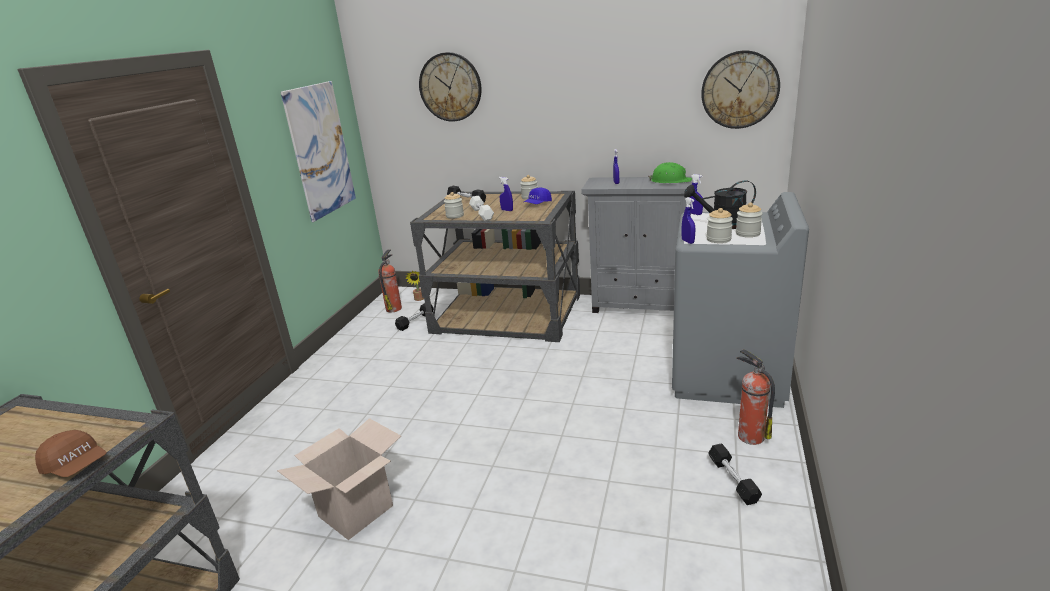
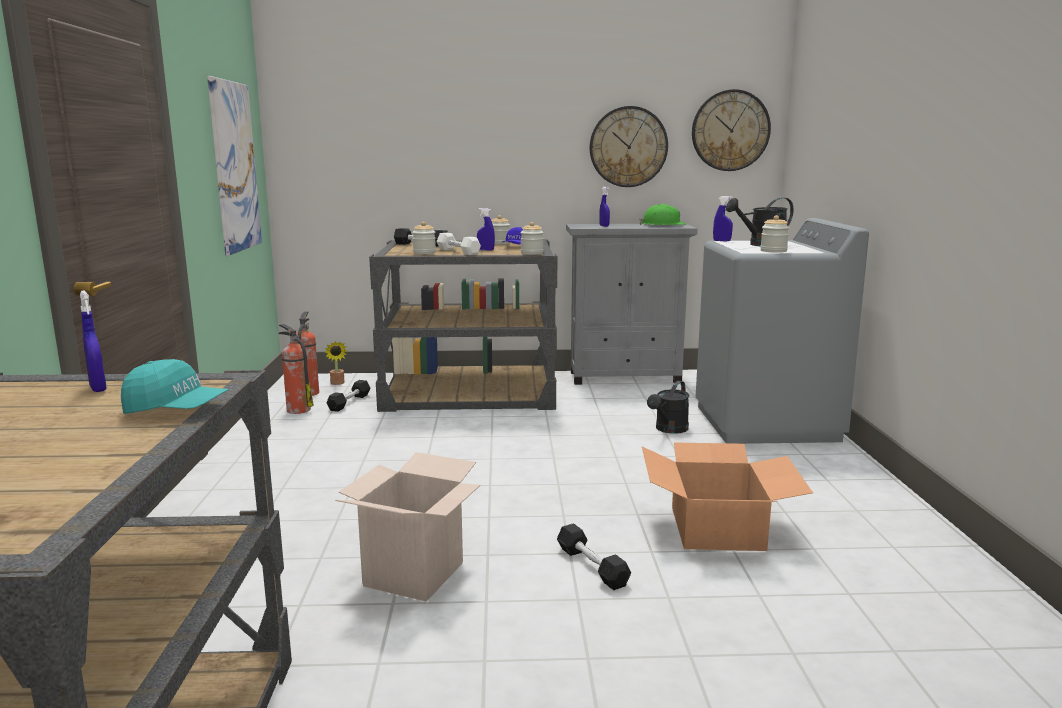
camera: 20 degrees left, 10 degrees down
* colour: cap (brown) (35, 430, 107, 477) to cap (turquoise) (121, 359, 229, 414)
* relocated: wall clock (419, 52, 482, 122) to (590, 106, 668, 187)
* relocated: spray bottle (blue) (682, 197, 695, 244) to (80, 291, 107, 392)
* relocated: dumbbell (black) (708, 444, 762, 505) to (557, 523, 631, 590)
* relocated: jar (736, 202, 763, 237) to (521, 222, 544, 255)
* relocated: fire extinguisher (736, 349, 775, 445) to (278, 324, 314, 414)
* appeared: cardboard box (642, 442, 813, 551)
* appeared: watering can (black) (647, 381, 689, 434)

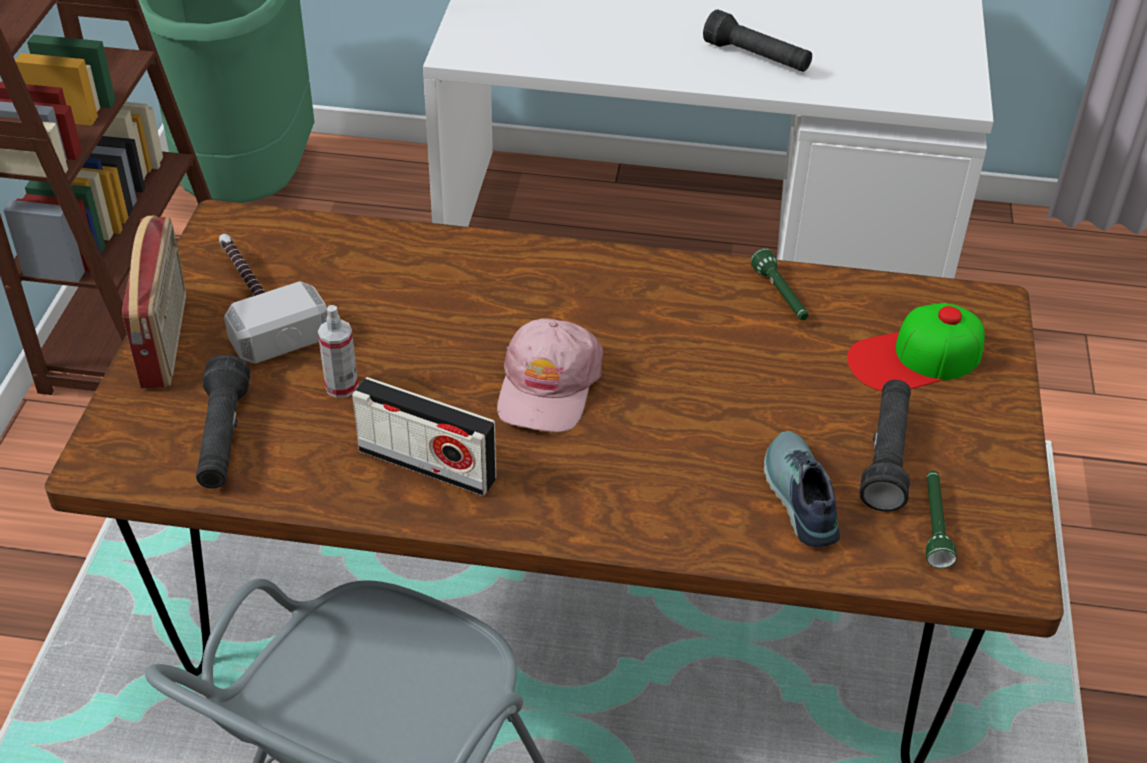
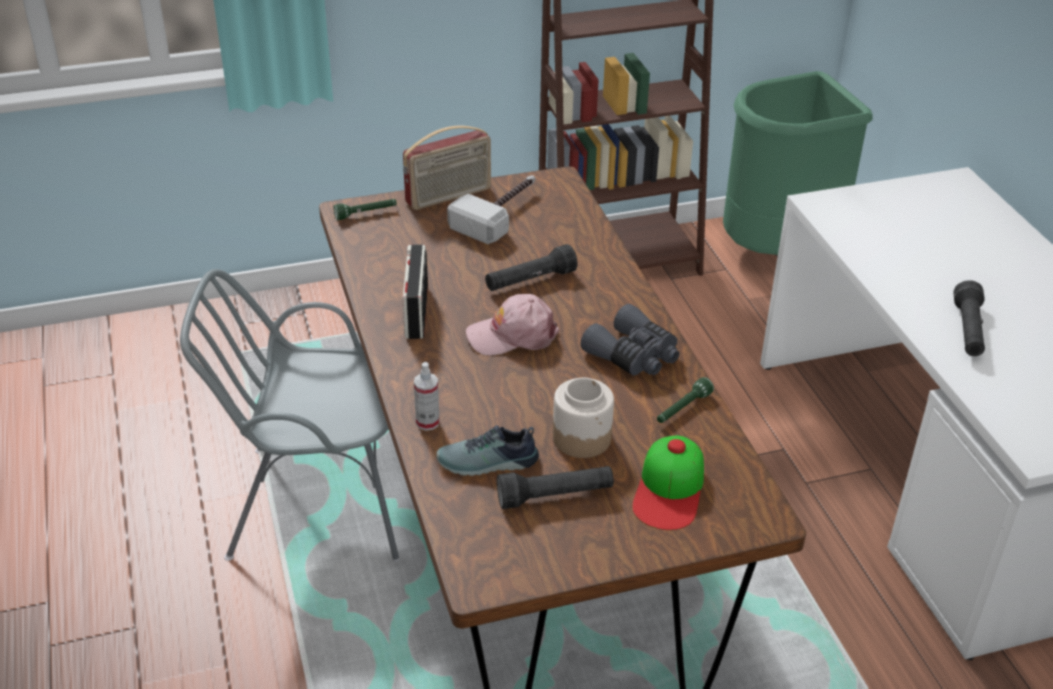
camera: 65 degrees right, 5 degrees down
* relocated: flashlight (black) (196, 355, 250, 488) to (485, 244, 578, 291)
* relocated: spray bottle (318, 305, 358, 398) to (414, 362, 440, 431)
* spun: shoe (764, 431, 840, 547) = (436, 425, 539, 476) 150 degrees counterclockwise
* spun: cap (847, 303, 985, 391) = (632, 436, 704, 530) 120 degrees counterclockwise
* relocated: flashlight (green) (926, 471, 957, 569) to (333, 199, 397, 220)
* appeared: jar (553, 378, 614, 458)
* appeared: binoculars (grey) (580, 304, 680, 376)

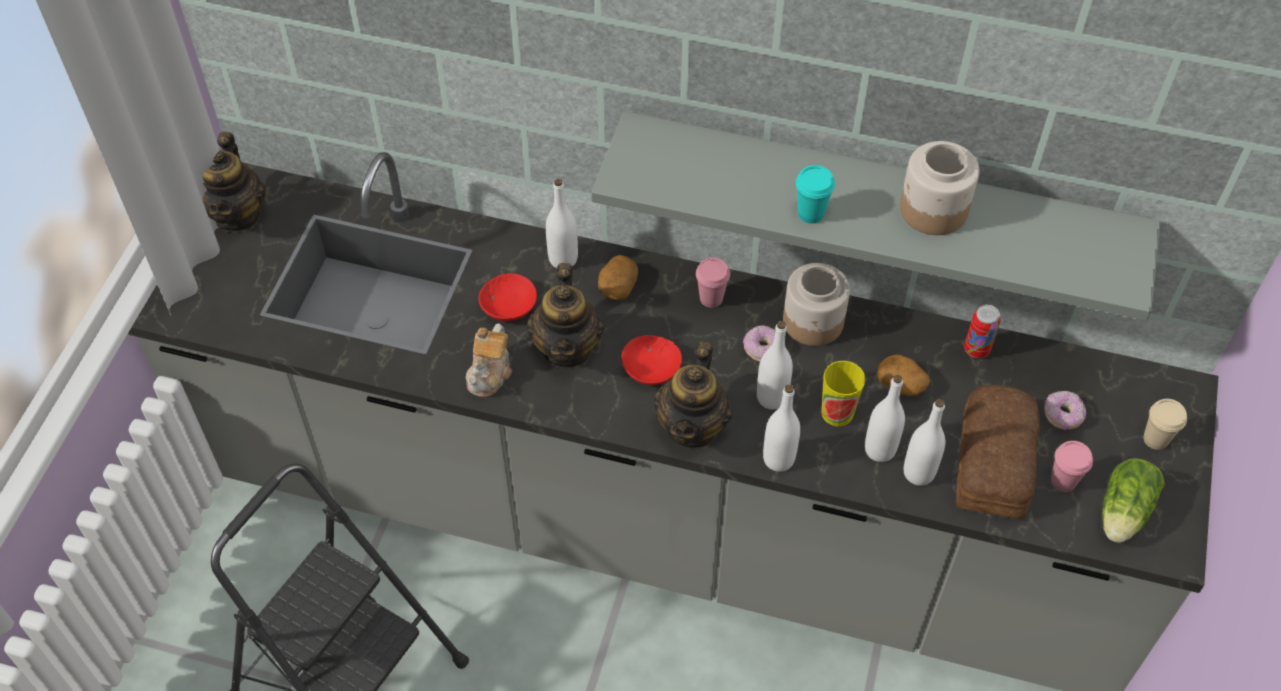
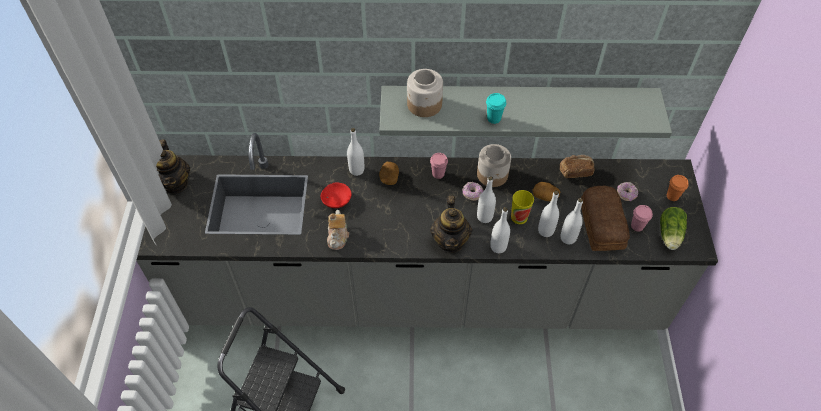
camera: 15 degrees left, 0 degrees up
* missing: teapot (527, 263, 604, 369)
* missing: bowl (red) (622, 335, 682, 385)
* relocated: jar (900, 141, 980, 235) to (407, 69, 443, 117)
* exchanged: can (964, 304, 1001, 358) to bread (560, 155, 595, 178)
* colour: cup (beige) (1143, 399, 1187, 450) to cup (orange) (667, 175, 689, 201)

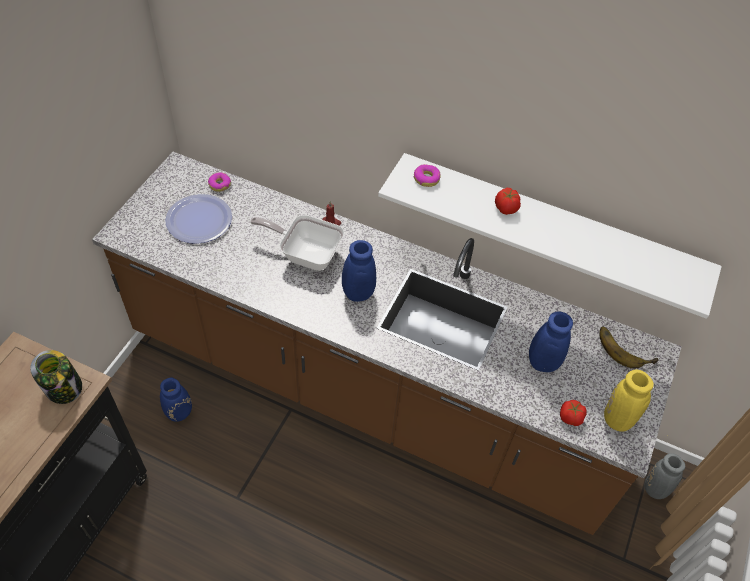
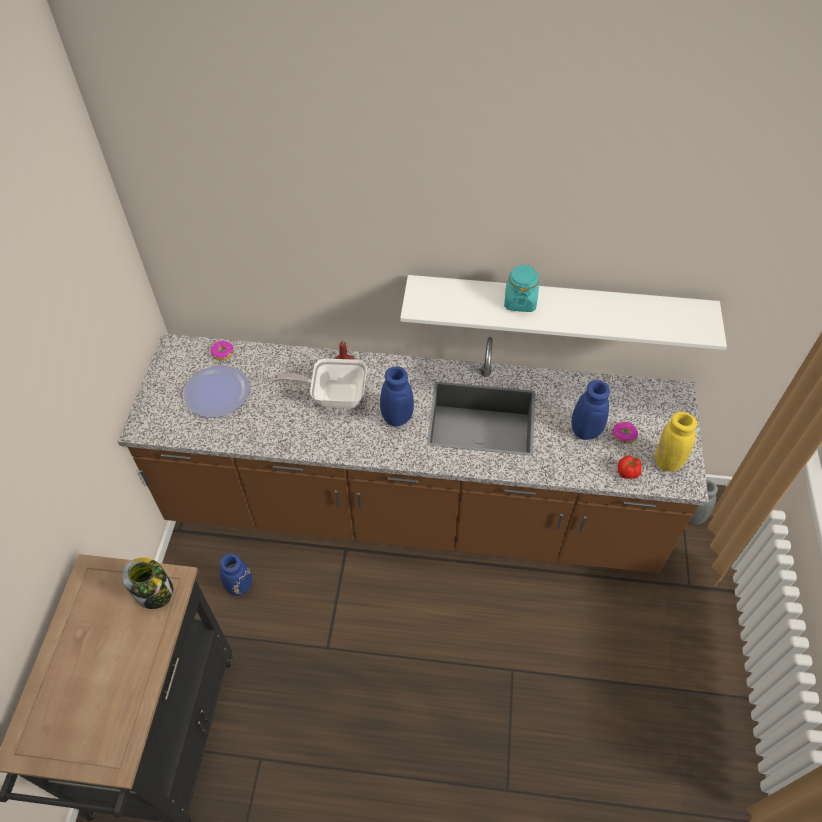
camera: 15 degrees left, 0 degrees up
* relocated: donut (414, 164, 441, 187) to (612, 422, 638, 444)
* exchanged: tomato (495, 188, 521, 215) to jar (turquoise) (504, 264, 539, 312)
* missing: banana (599, 326, 658, 369)

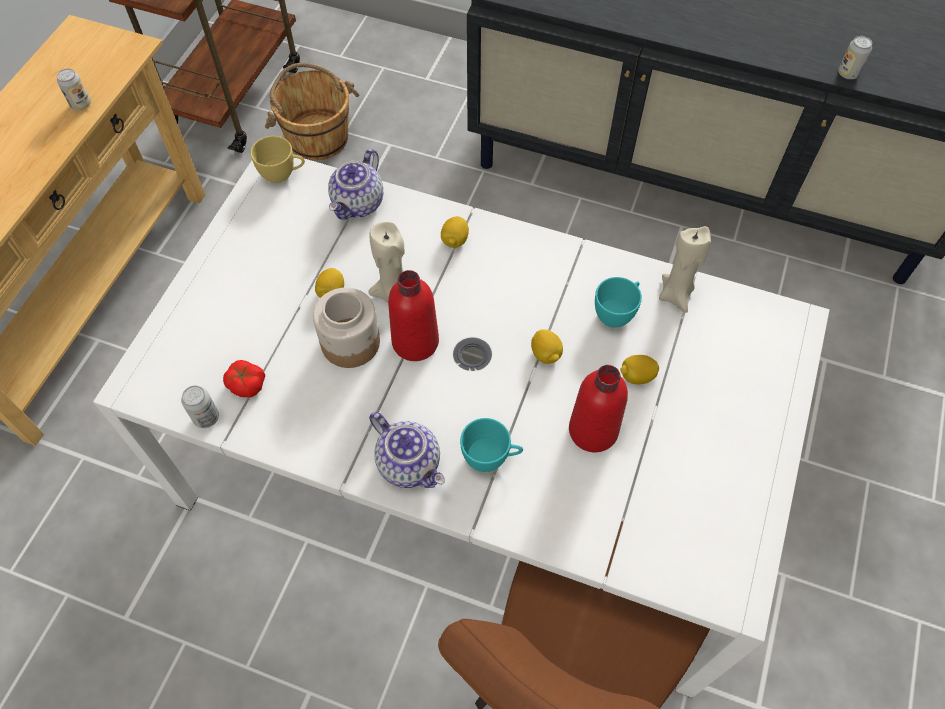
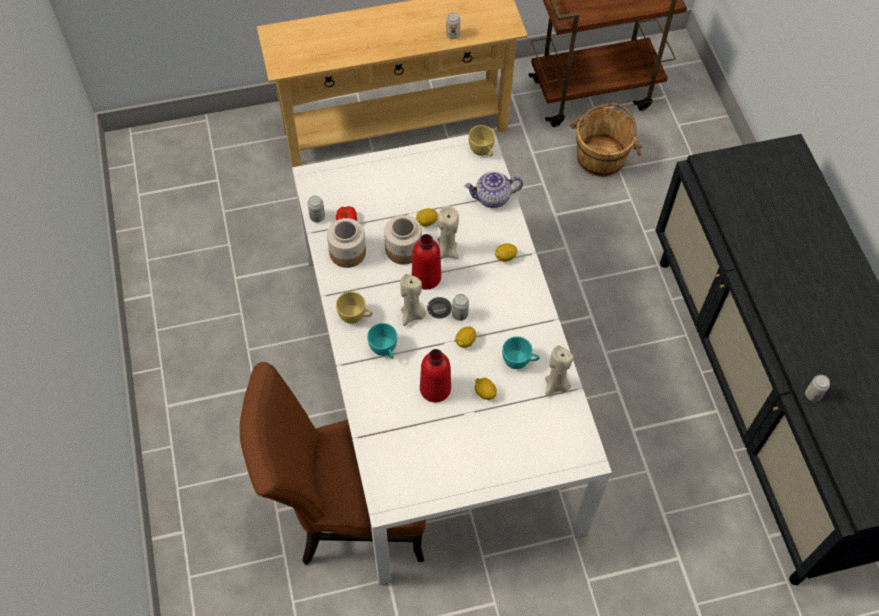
camera: 55 degrees right, 0 degrees up
* exchanged: teapot (369, 412, 445, 488) to cup (yellow) (336, 291, 373, 324)
* appeared: jar (327, 218, 366, 268)
* appeared: candle (beige) (400, 274, 426, 326)
* appeared: can (452, 294, 469, 321)

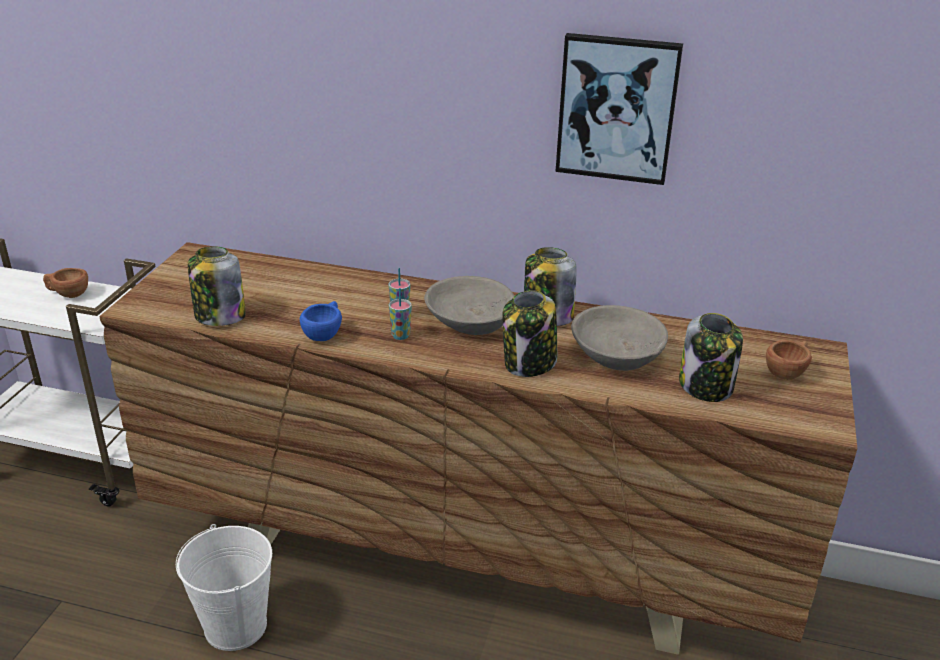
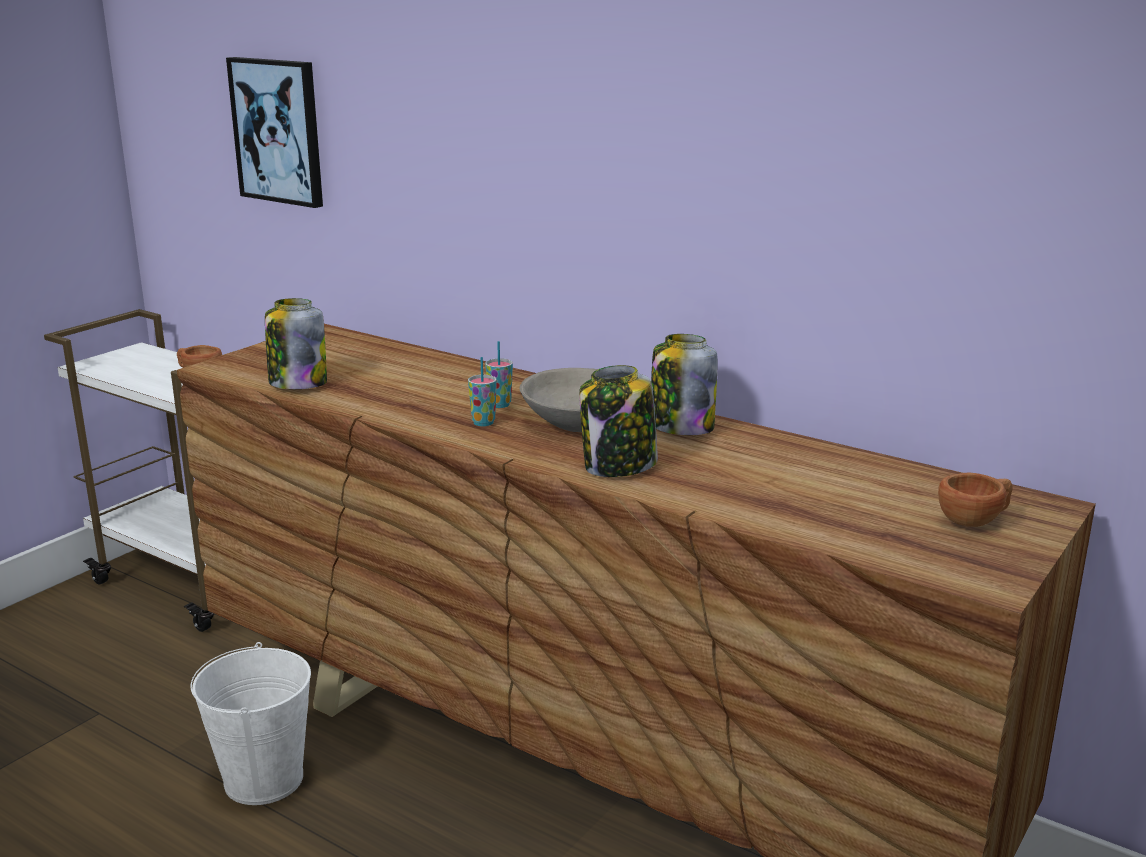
camera: 20 degrees right, 10 degrees down
* missing: cup (blue) (300, 301, 342, 341)
* relocated: picture (556, 33, 683, 185) to (226, 57, 323, 208)
* missing: bowl (grey) (571, 305, 668, 371)
* missing: jar (679, 313, 743, 402)

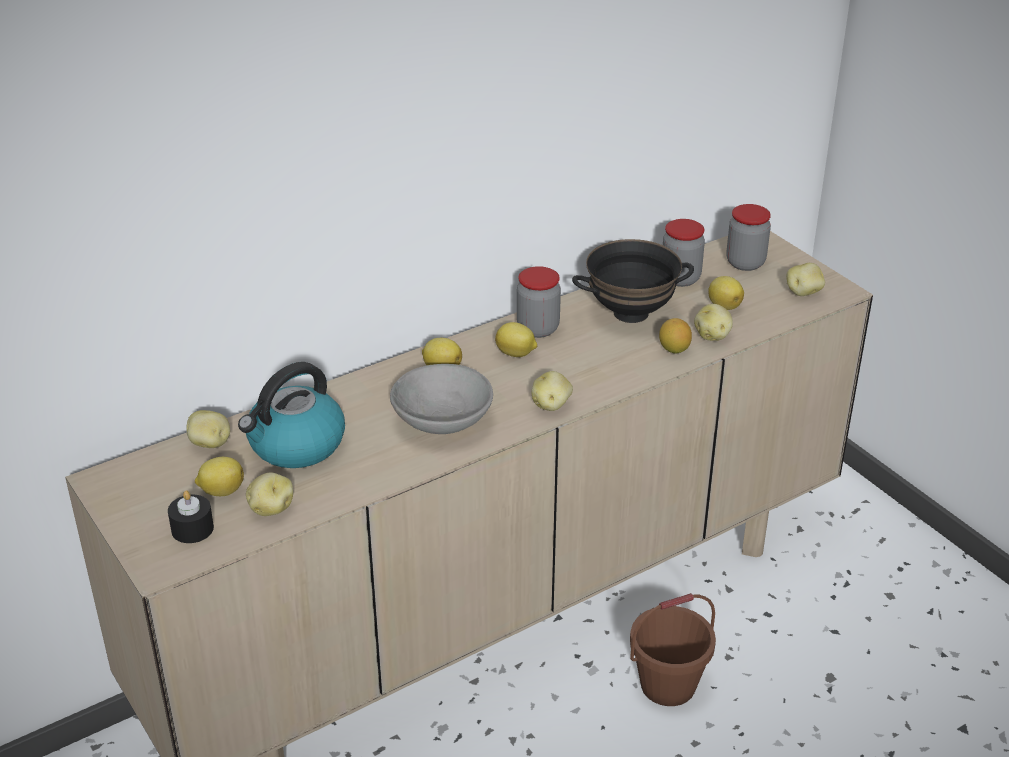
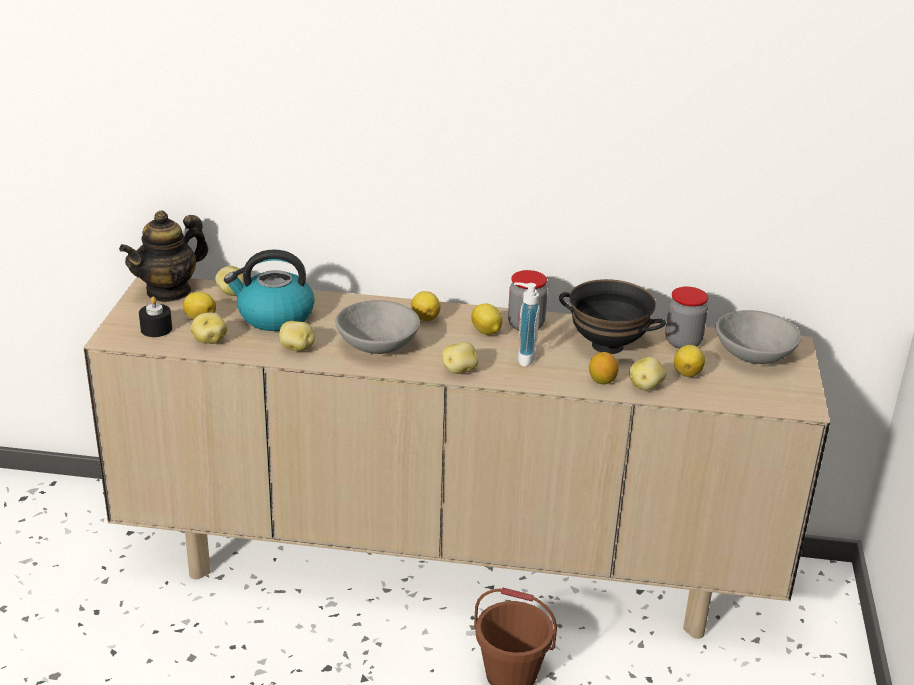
camera: 40 degrees right, 5 degrees down
* exchanged: jar (726, 204, 771, 271) to bowl (grey) (715, 310, 801, 364)
* relocated: potato (786, 263, 825, 296) to (279, 321, 315, 351)
* appeared: teapot (119, 210, 208, 302)
* appeared: soap dispenser (514, 282, 540, 367)

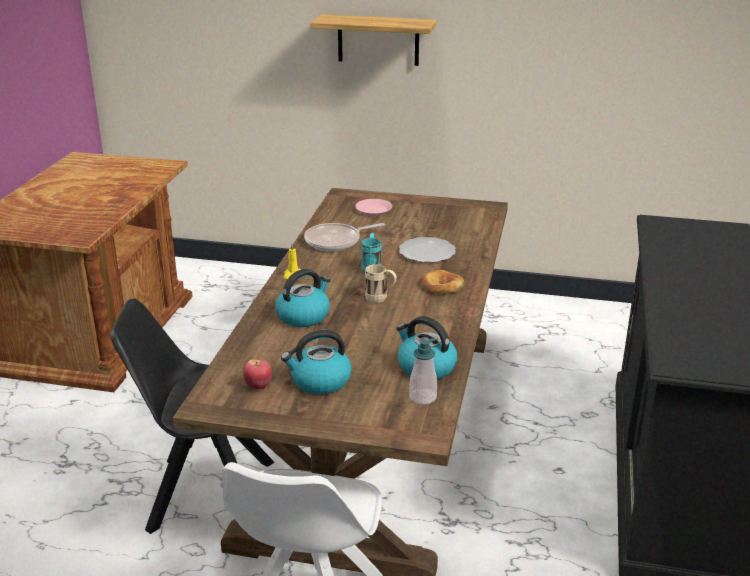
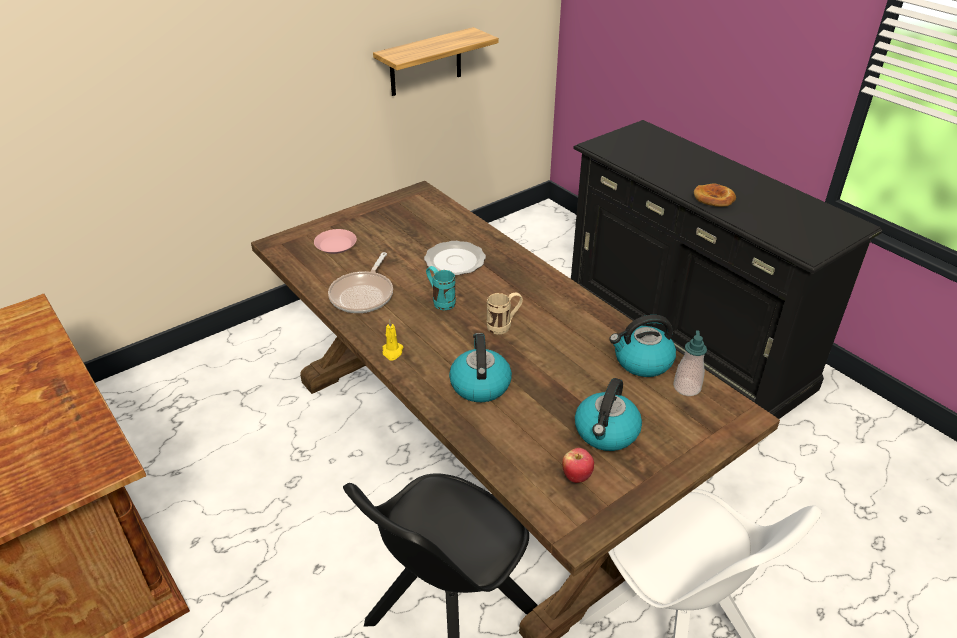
camera: 50 degrees left, 10 degrees up
* relocated: shelf (310, 14, 437, 66) to (373, 27, 499, 96)
* relocated: bread (421, 270, 464, 294) to (694, 184, 736, 207)

